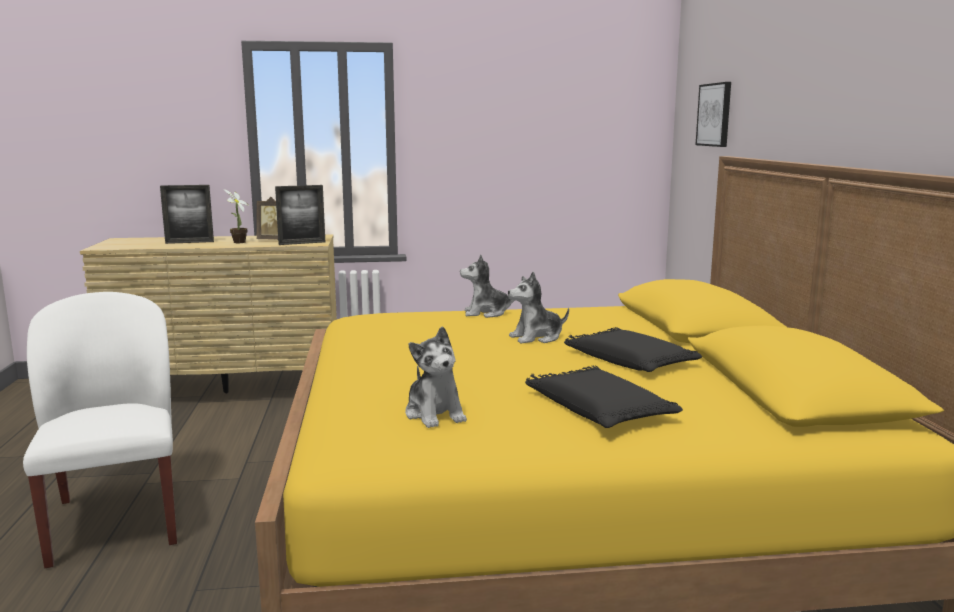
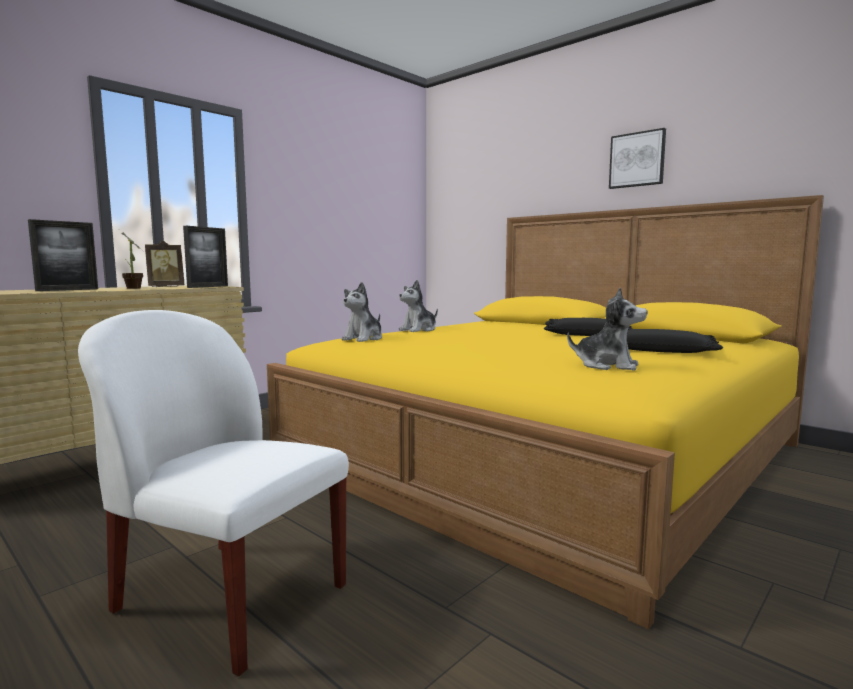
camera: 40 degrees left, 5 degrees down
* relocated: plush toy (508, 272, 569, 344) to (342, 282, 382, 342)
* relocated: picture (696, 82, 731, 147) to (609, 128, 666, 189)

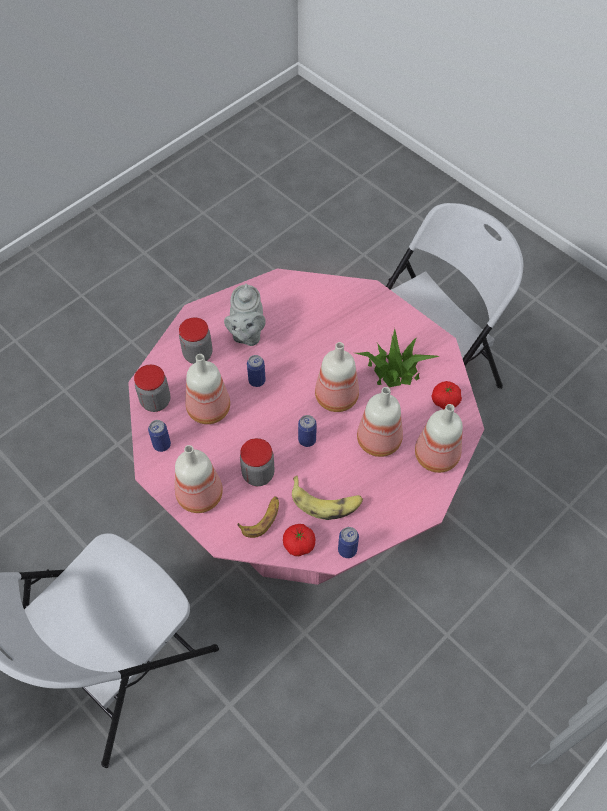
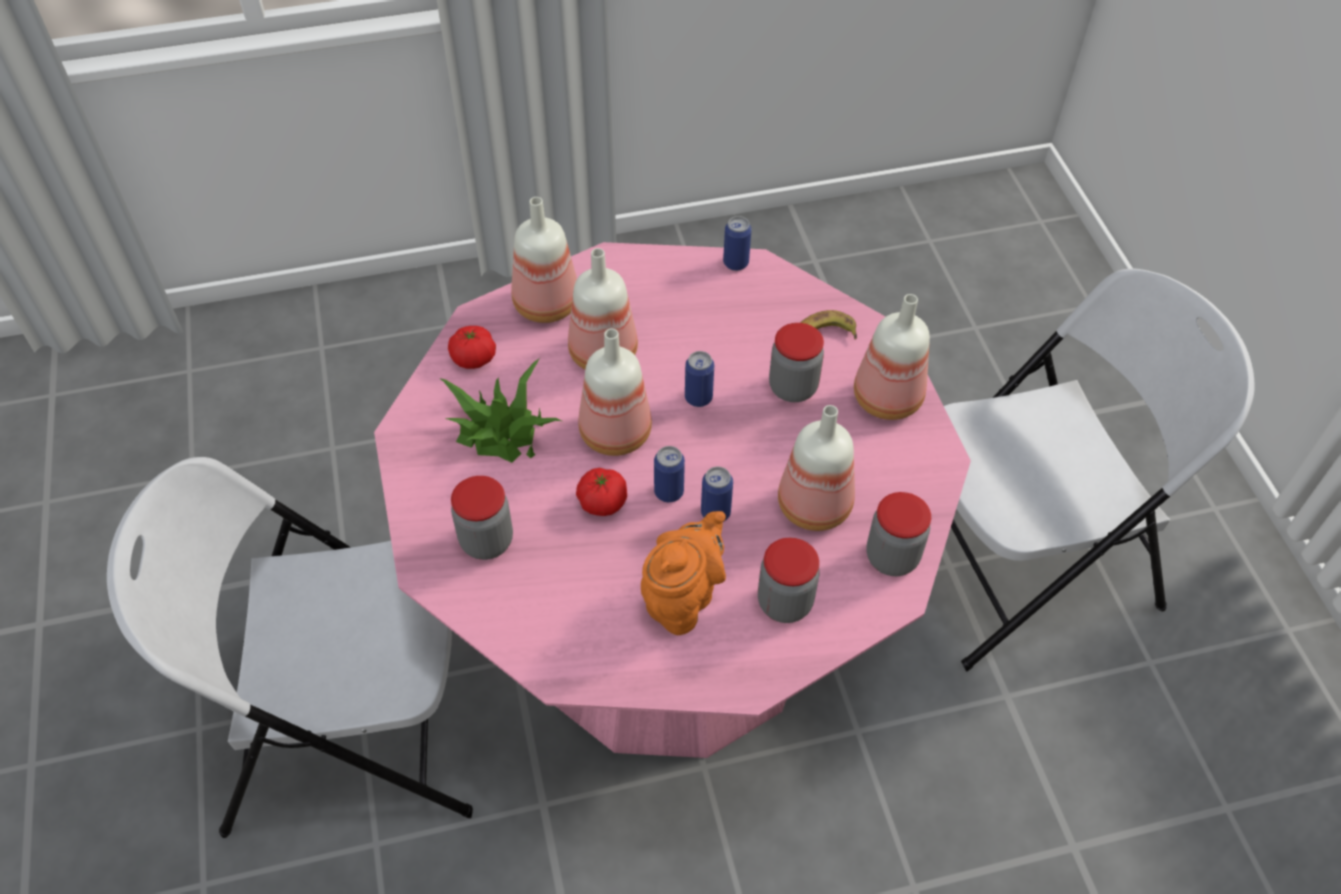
camera: 150 degrees left, 5 degrees down
* relocated: can (148, 420, 171, 452) to (654, 446, 685, 502)
* colour: teapot (grey) (224, 284, 266, 346) to teapot (orange) (641, 511, 726, 635)
* relocated: tomato (283, 524, 316, 556) to (576, 468, 627, 516)
* missing: banana (292, 476, 363, 520)
* appeared: jar (451, 476, 513, 560)

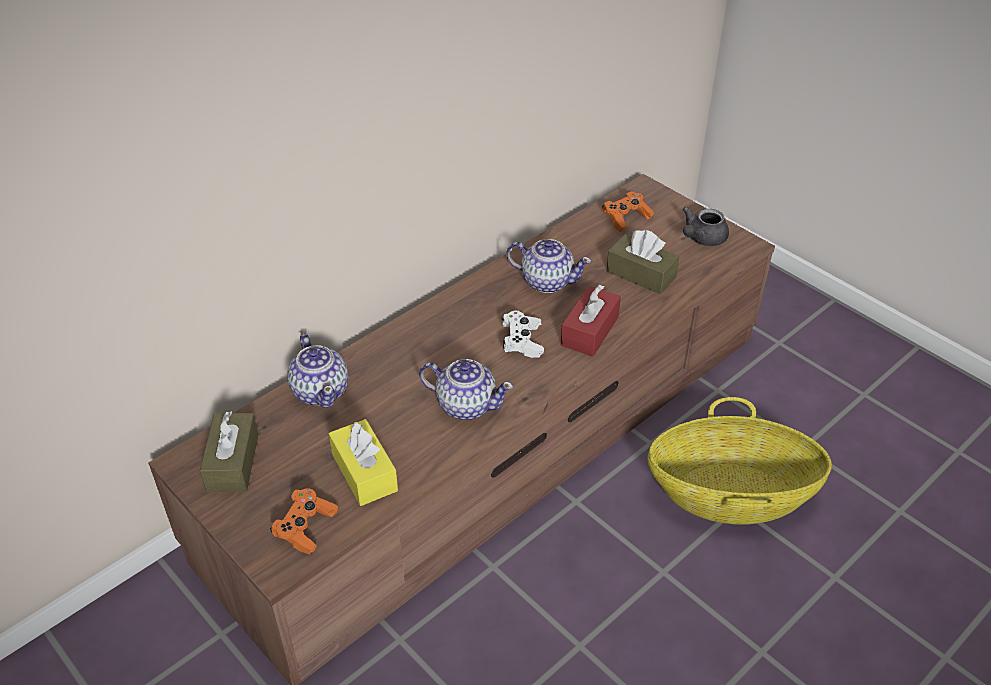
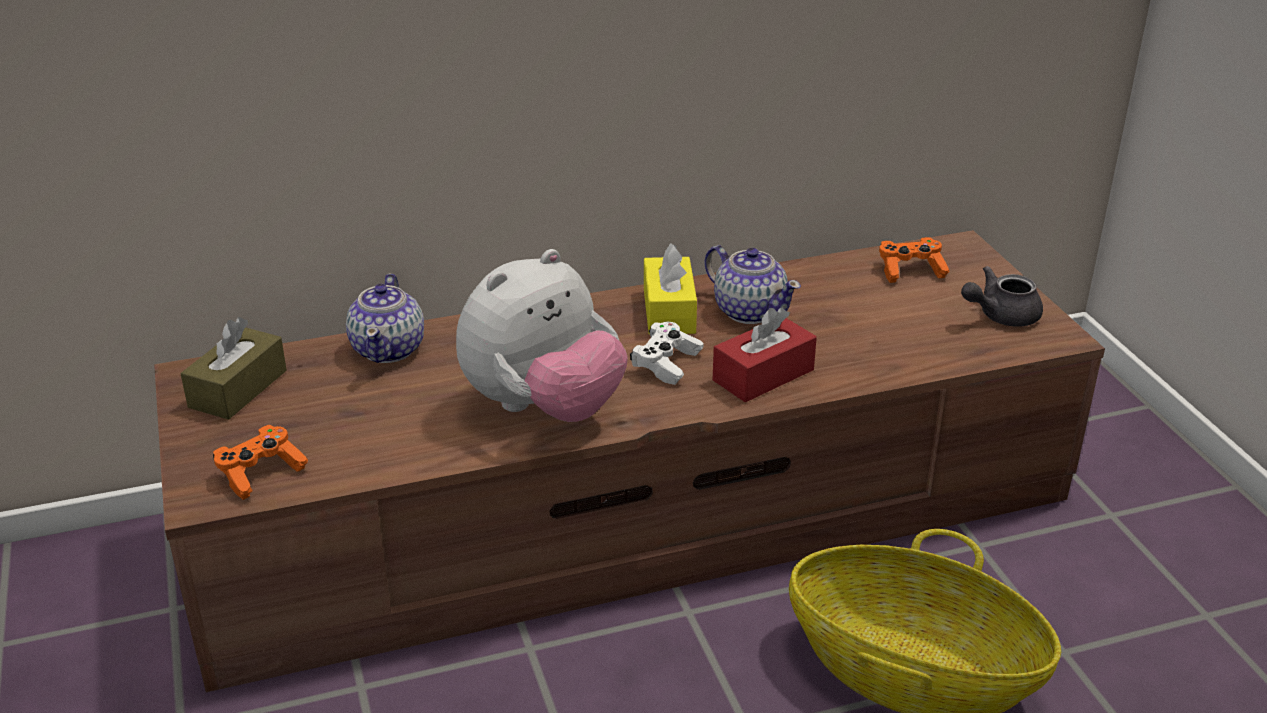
camera: 25 degrees right, 10 degrees down
* relocated: tissue box (yellow) (329, 419, 398, 506) to (644, 243, 697, 335)
* exchanged: teapot (419, 359, 514, 420) to plush toy (456, 249, 628, 422)
* missing: tissue box (brown) (606, 230, 680, 294)

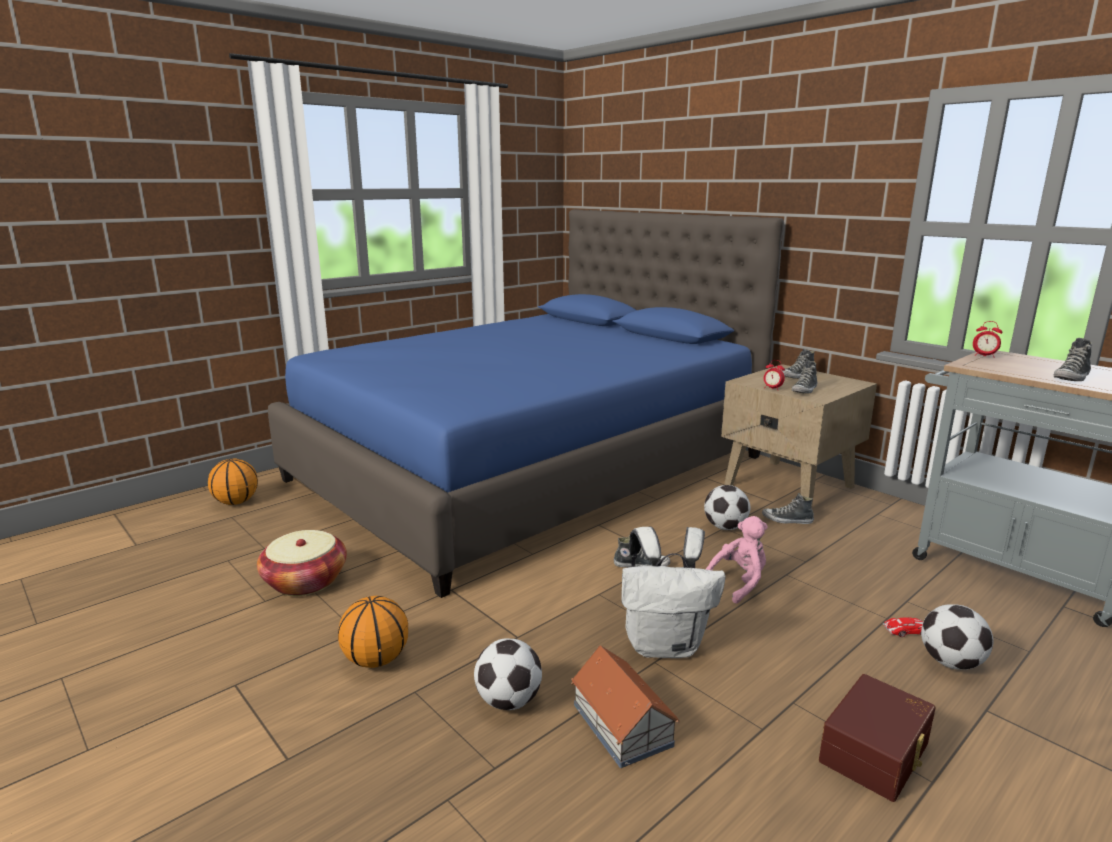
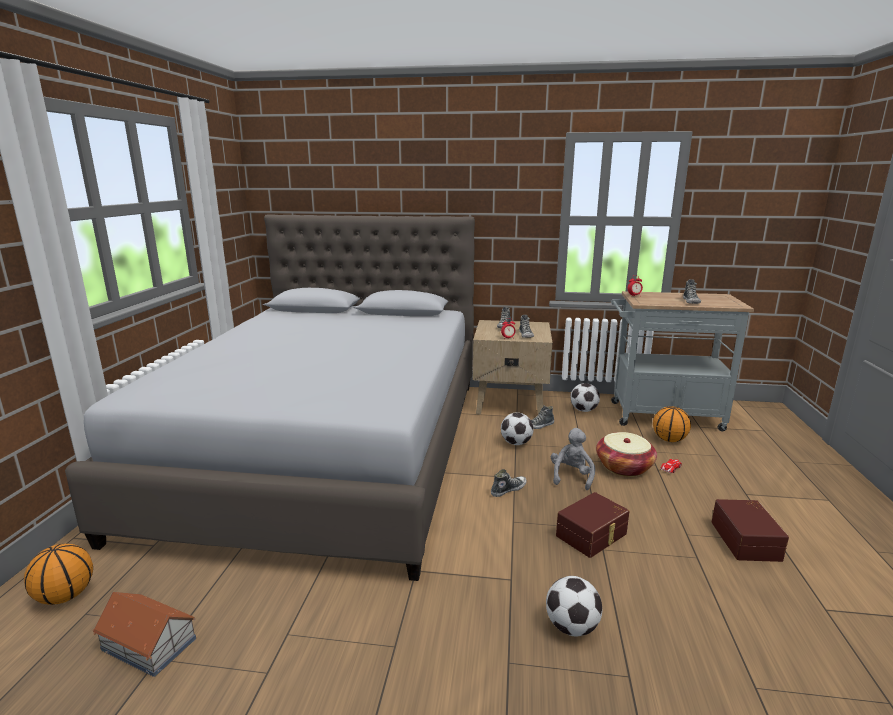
camera: 40 degrees left, 0 degrees up
* relocated: basket (257, 530, 347, 596) to (596, 432, 657, 477)
* colour: bed (blue) (268, 209, 784, 598) to bed (grey) (65, 214, 475, 581)
* relocated: basketball (338, 596, 408, 668) to (653, 406, 691, 442)
* relocated: toy house (571, 646, 680, 768) to (92, 592, 196, 677)
* exchanged: backpack (white) (621, 527, 726, 658) to storage box (brown) (556, 492, 630, 558)
* colour: plush toy (pink) (706, 516, 768, 604) to plush toy (grey) (551, 428, 595, 490)
* relocated: football (921, 604, 993, 670) to (570, 383, 600, 412)

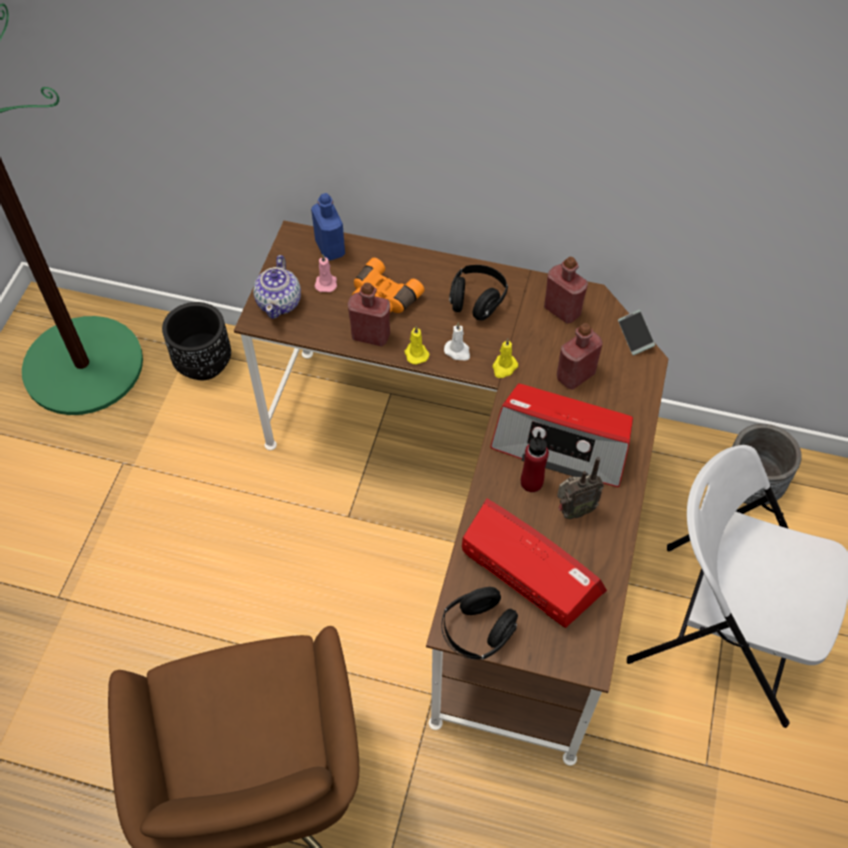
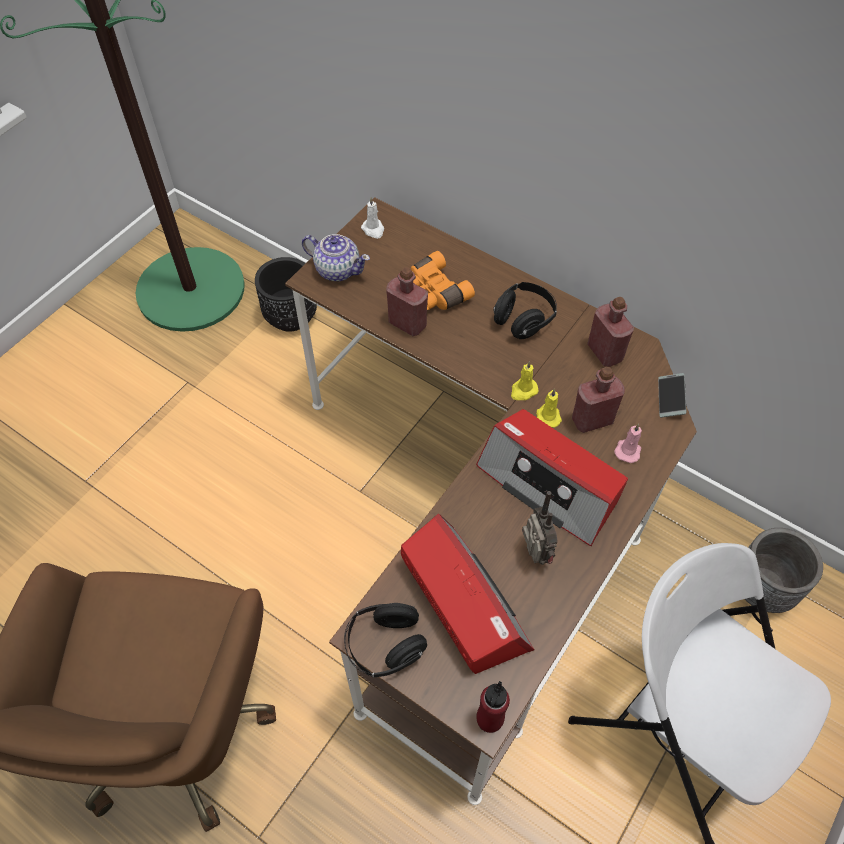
camera: 20 degrees right, 0 degrees up
* spun: teapot (253, 255, 301, 319) = (302, 234, 370, 281) 90 degrees counterclockwise
* missing: bottle (blue) (311, 193, 345, 261)
* relocated: candle (pink) (315, 254, 337, 292) to (614, 424, 642, 463)
* relocated: candle (yellow) (405, 326, 430, 365) to (536, 389, 562, 428)
* relocated: candle (white) (444, 322, 470, 360) to (361, 197, 384, 239)
* relocated: bottle (red) (521, 432, 549, 492) to (476, 681, 510, 733)
* spun: radio (557, 457, 604, 519) = (522, 491, 558, 565) 105 degrees counterclockwise

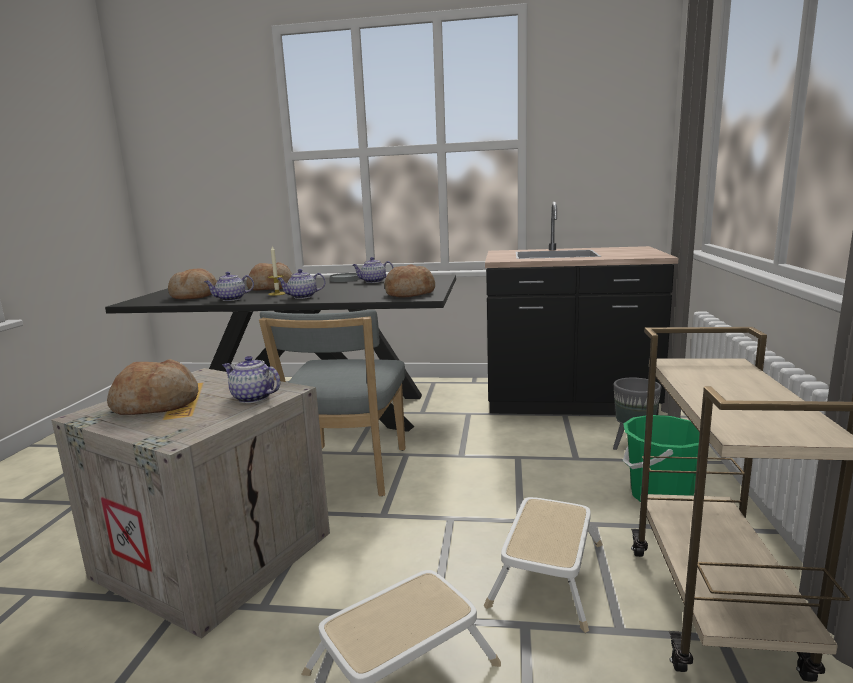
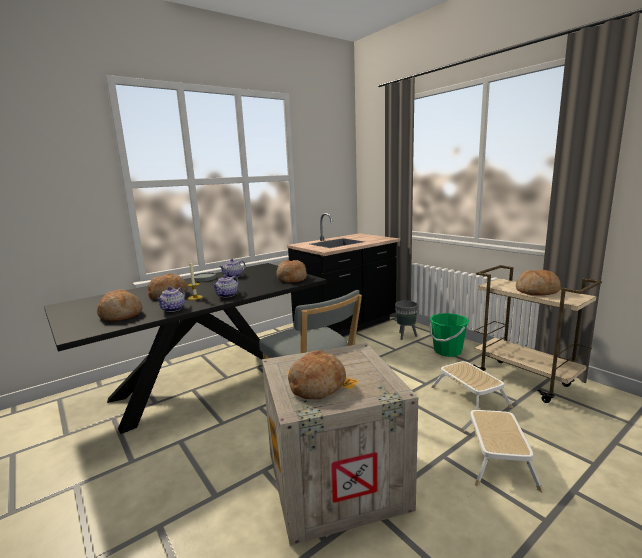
camera: 45 degrees left, 0 degrees up
* missing: teapot (222, 356, 280, 403)
* appeared: bread (516, 270, 561, 296)

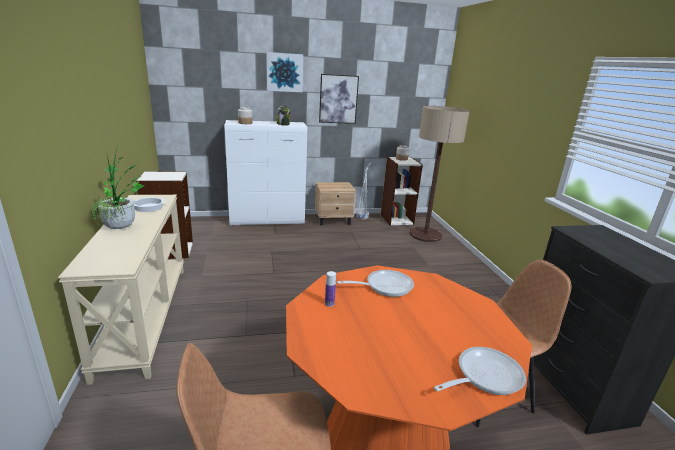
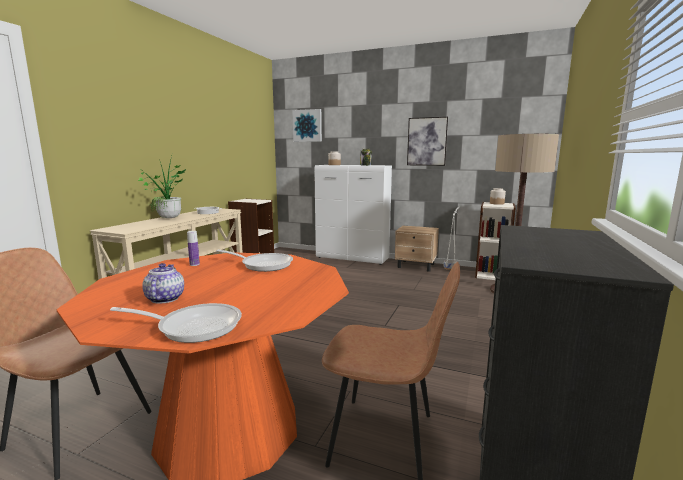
camera: 35 degrees right, 10 degrees down
* relocated: picture (266, 52, 303, 92) to (292, 109, 322, 142)
* appeared: teapot (142, 263, 184, 304)

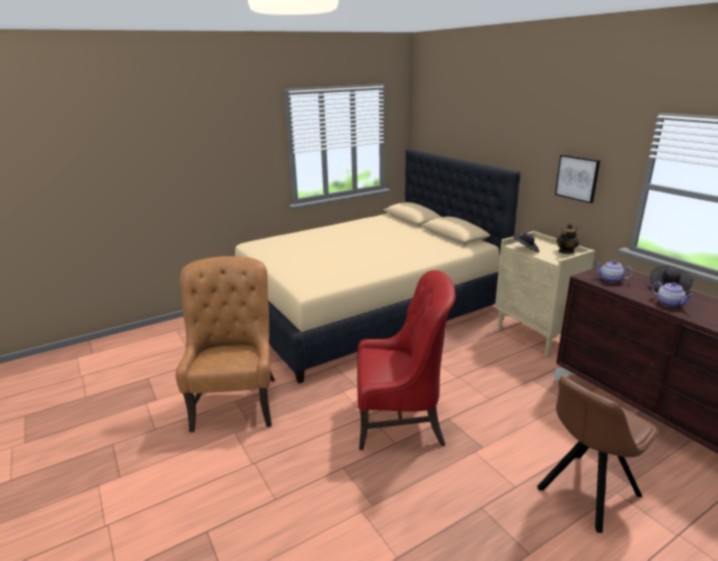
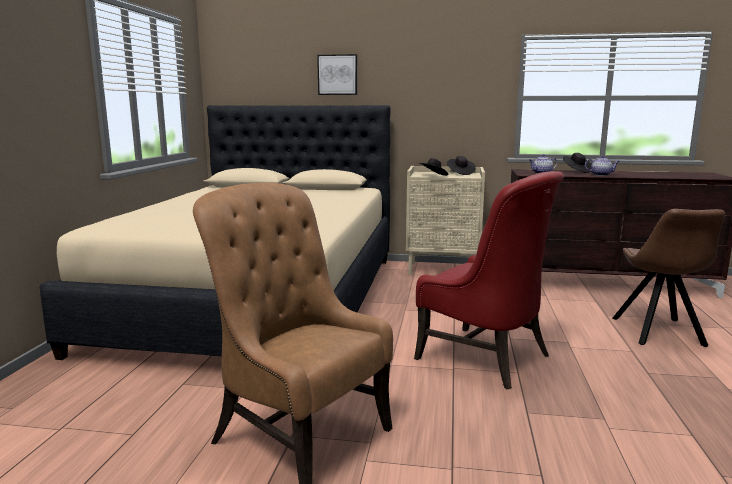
camera: 50 degrees left, 10 degrees down
* spun: chair (red) (357, 270, 455, 450) = (414, 171, 564, 390) 90 degrees clockwise
* relocated: picture (555, 155, 600, 203) to (317, 54, 357, 95)
* exchanged: teapot (557, 224, 579, 254) to hat (black) (447, 156, 476, 175)

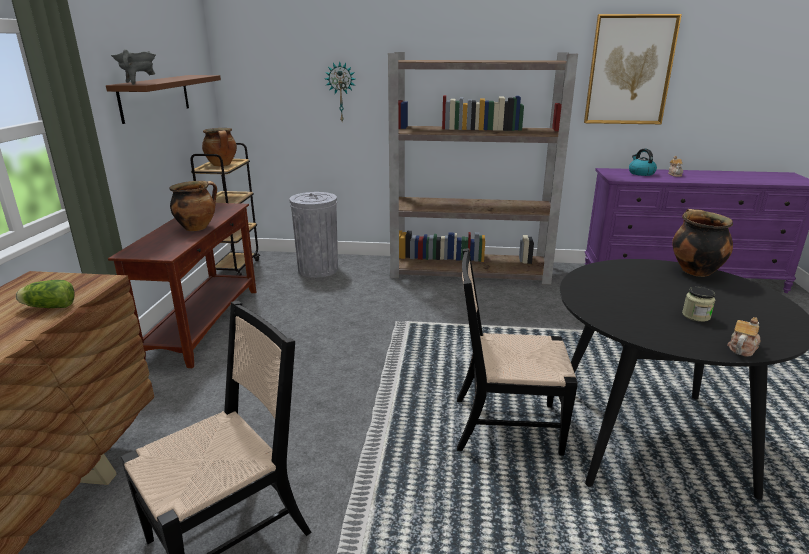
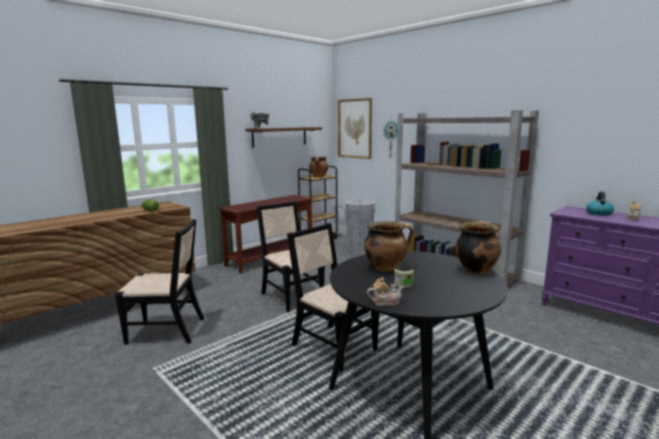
camera: 40 degrees right, 10 degrees down
* relocated: cooking pot (169, 181, 217, 231) to (364, 221, 413, 272)
* relocated: picture (584, 14, 682, 124) to (338, 98, 372, 159)
* appeared: chair (256, 201, 325, 312)

